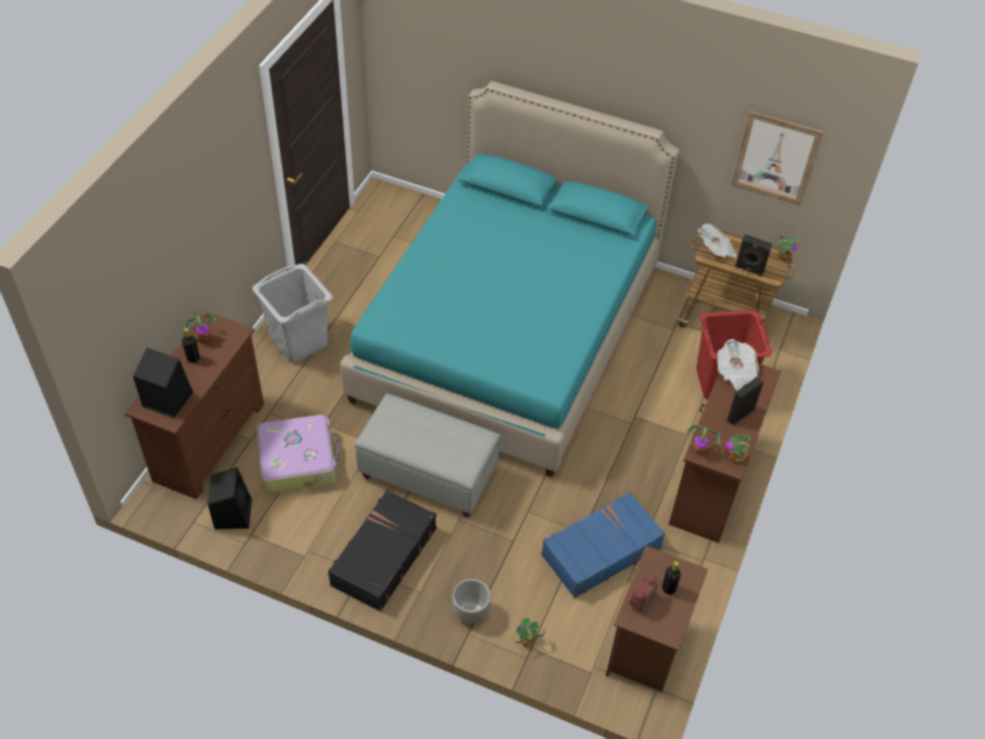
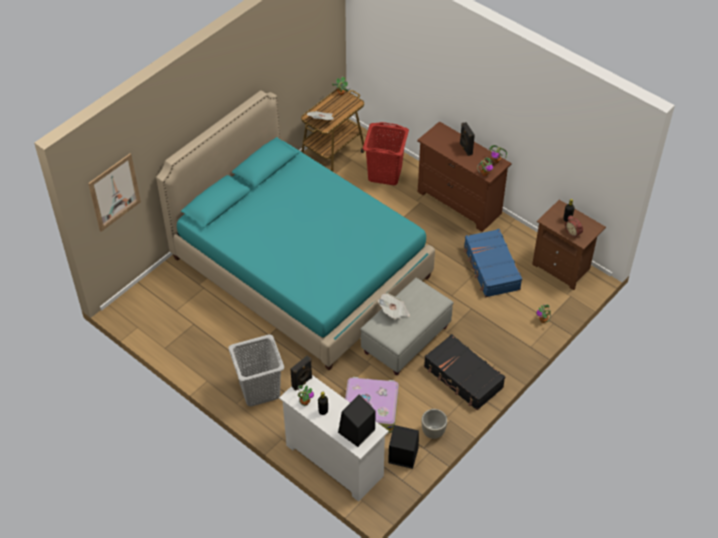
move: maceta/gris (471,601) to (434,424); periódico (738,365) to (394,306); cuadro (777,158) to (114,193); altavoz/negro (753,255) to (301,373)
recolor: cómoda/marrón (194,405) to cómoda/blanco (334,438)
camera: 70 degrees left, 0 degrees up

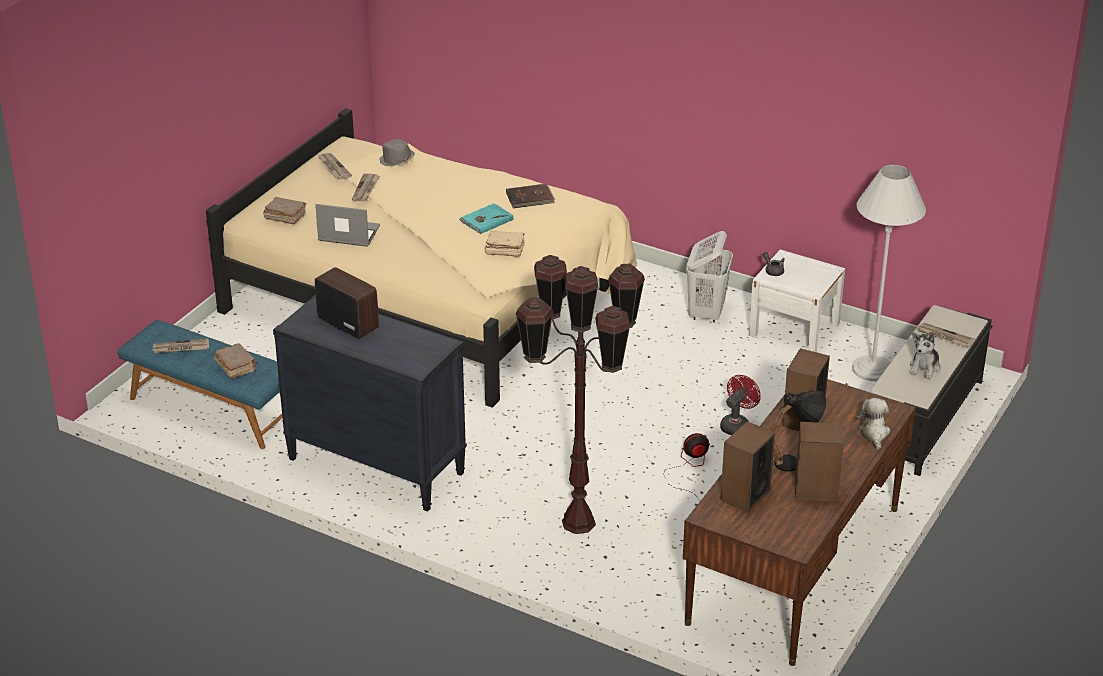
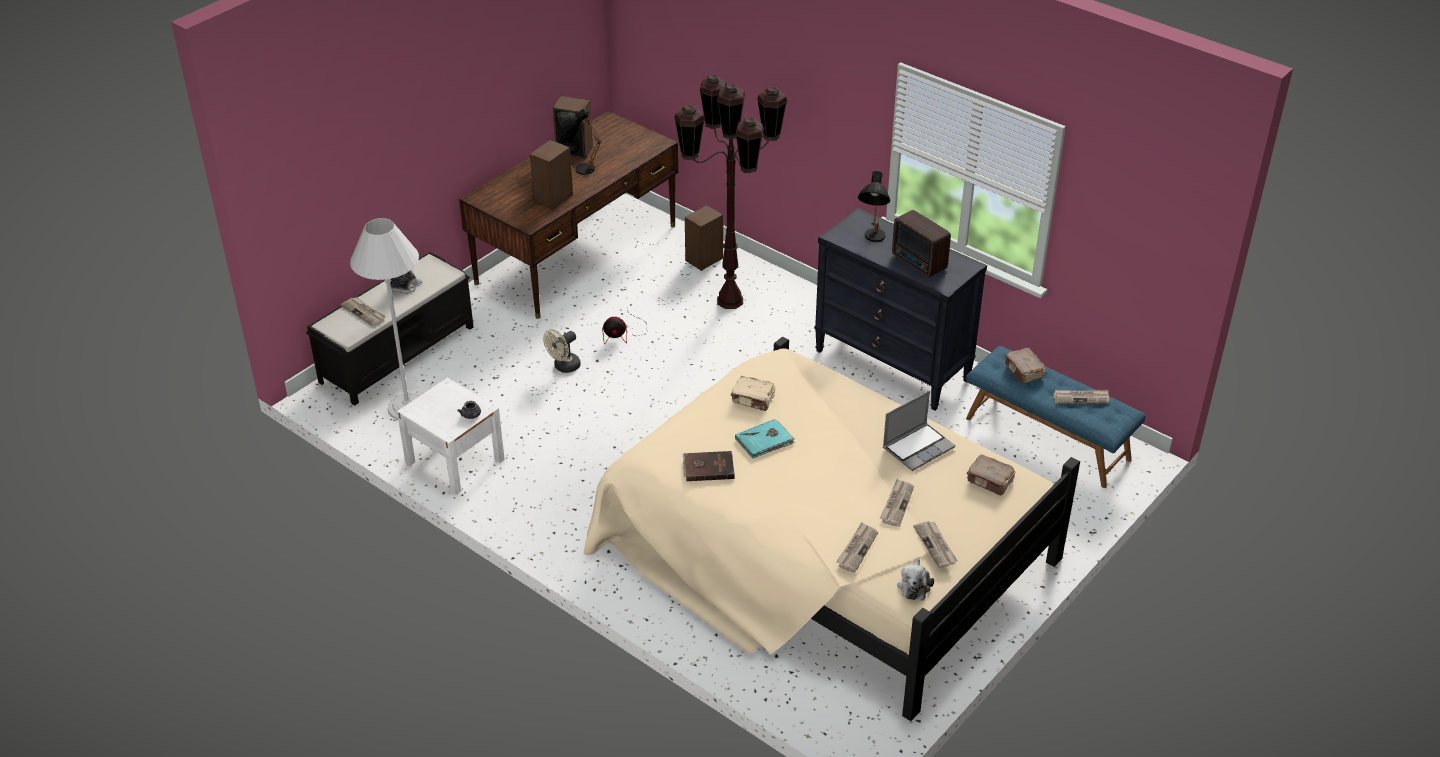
delete: cesto de la ropa/blanco (709,276)
insert: lámpara de mesa/negro (874,206)
move: altavoz (748,466) to (704,238); peluche (873,424) to (915,579)
replace: sombrero/gris (397,152) to periódico (857,547)
recolor: ventilador/rojo (740,405) to ventilador/beis (562,351)
rotate: portátil (347,225) = (919,431) 60 degrees counterclockwise
camera: 170 degrees left, 5 degrees up

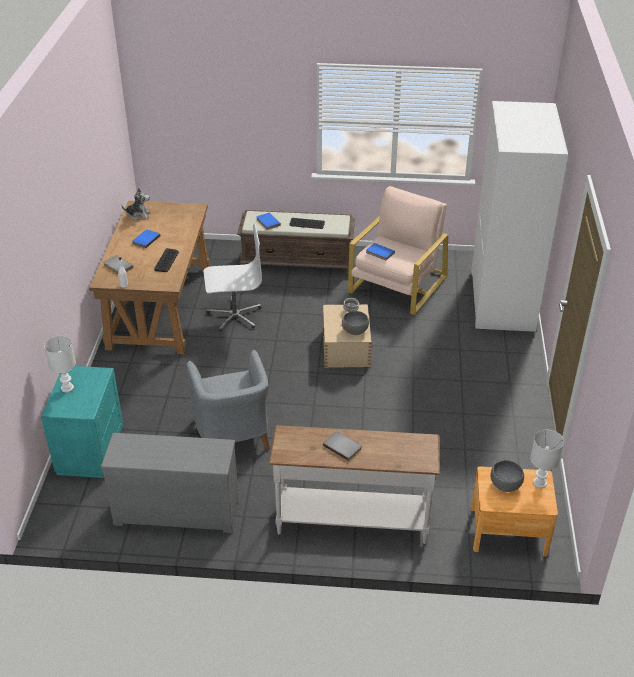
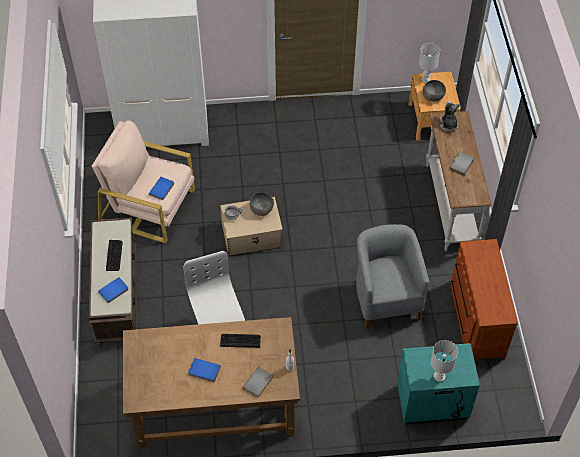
move: peluche (135,204) to (450,116)
recolor: cómoda/gris (170,483) to cómoda/marrón (484,299)
rotate: sillón/gris (228,400) = (391,276) 75 degrees counterclockwise
camera: 100 degrees left, 15 degrees up

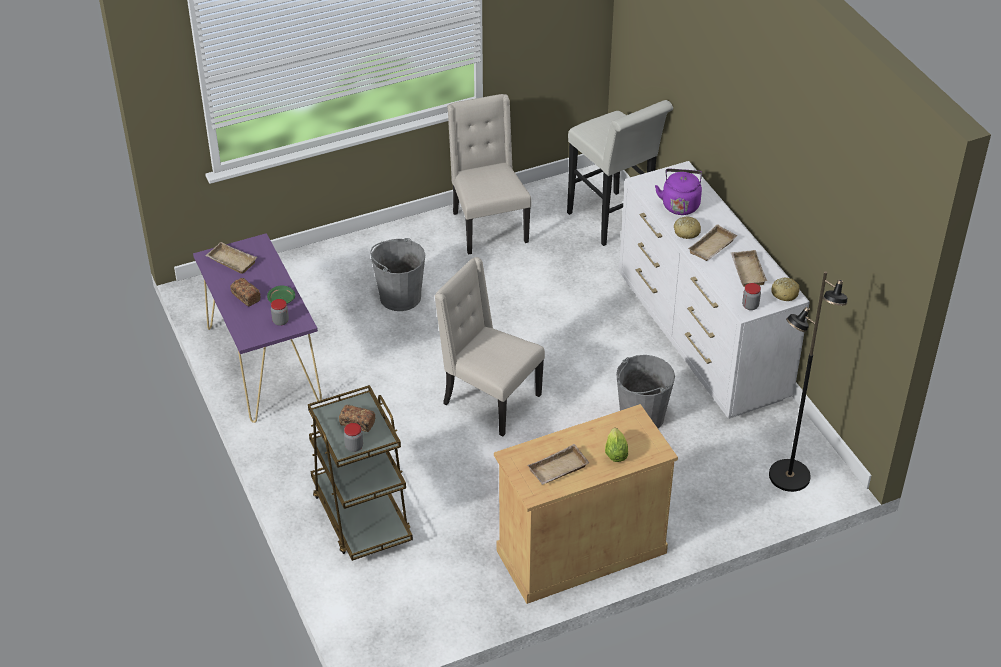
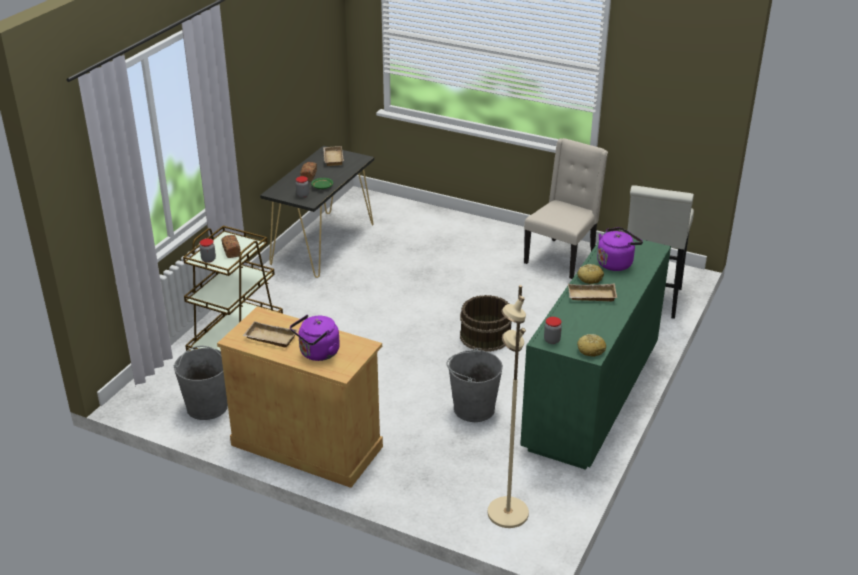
delete: silla/beis (490,347); bandeja/beis (749,268)
insert: cubo/marrón (486,323)
move: cubo/gris (397,274) to (201,383)
replace: lechuga (616,445) to hervidor/morado (315,338)
recolor: mesa consola/morado (257,328) to mesa consola/negro (317,212); cómoda/blanco (714,290) to cómoda/verde (595,350); lámpara de pie/negro (808,381) to lámpara de pie/beis (508,406)
camera: 50 degrees right, 10 degrees down

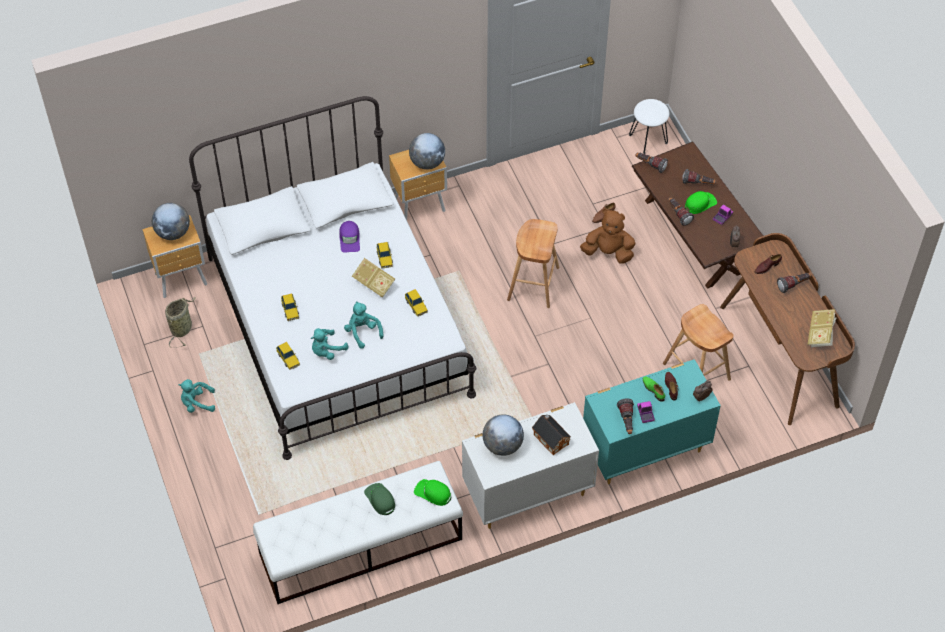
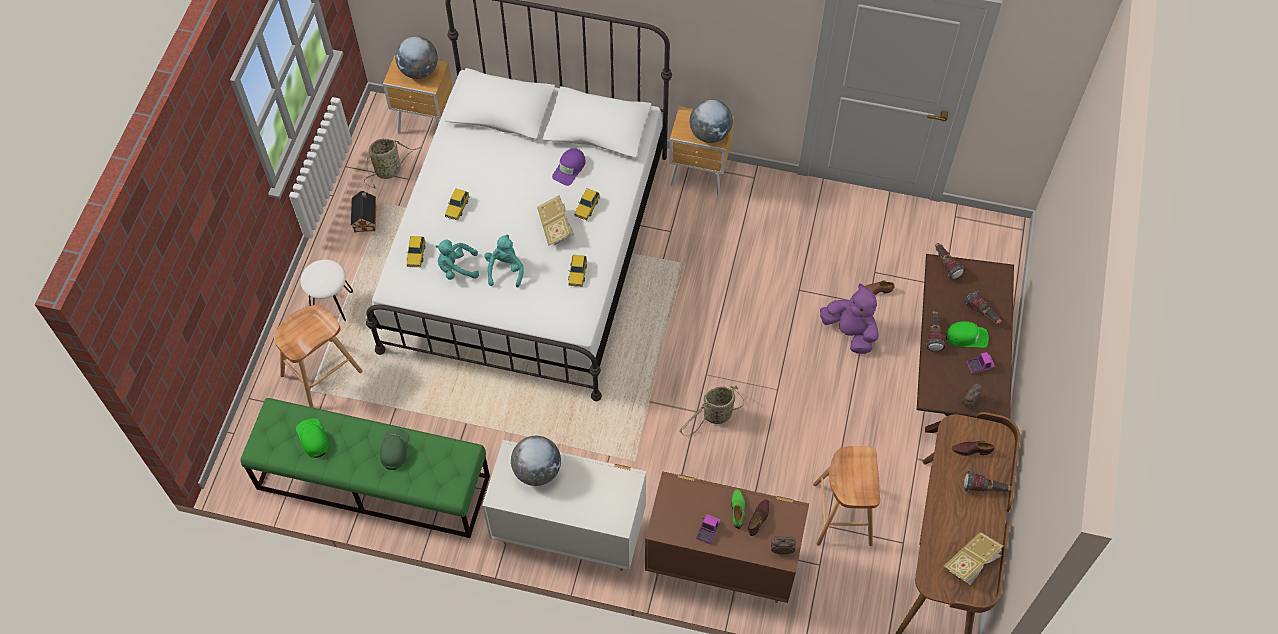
delete: peluche/turquesa (197,396); linterna (625,416)
insert: cesta (712,411)
move: gorra/verde (432,492) to (312,438); taburete/marrón (533,263) to (318,356); casita (551,435) to (363,211); taburete/blanco (649,126) to (326,290)
recolor: banco/blanco (358,532) to banco/verde (365,468); peluche/marrón (608,236) to peluche/morado (849,318); cómoda/turquesa (652,421) to cómoda/marrón (727,537)
camera: 35 degrees right, 5 degrees up

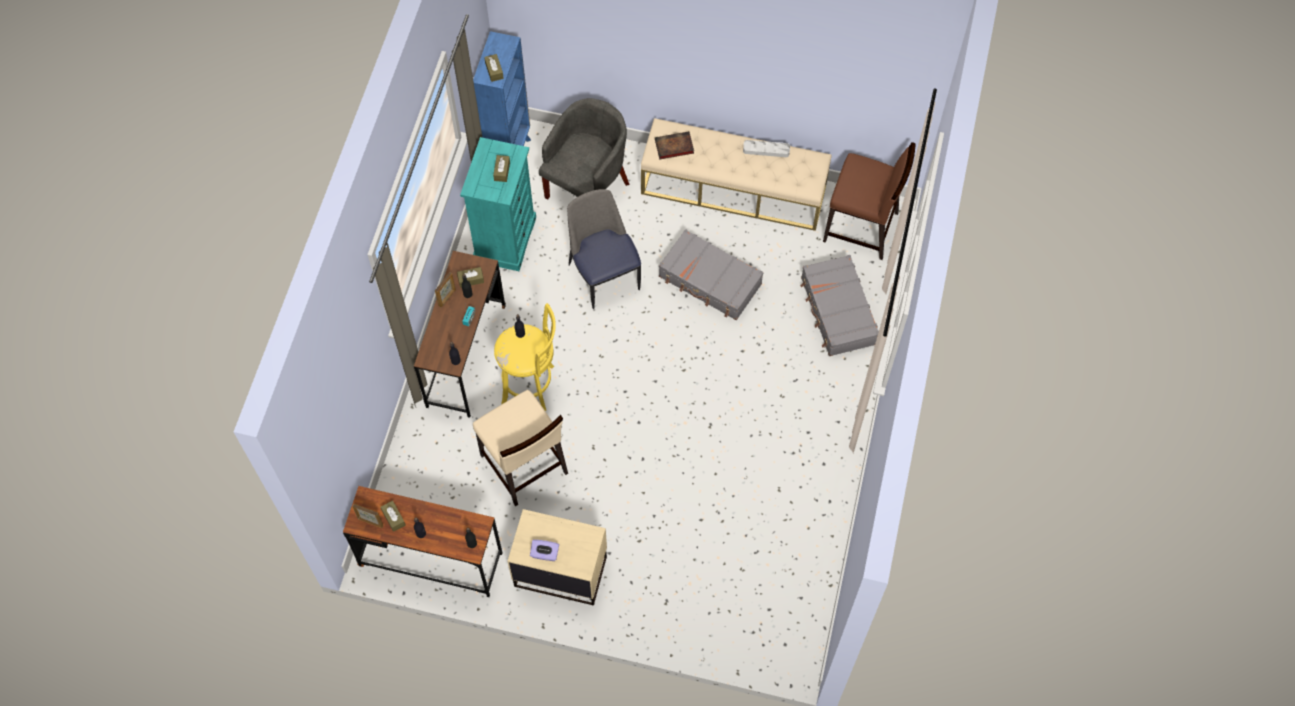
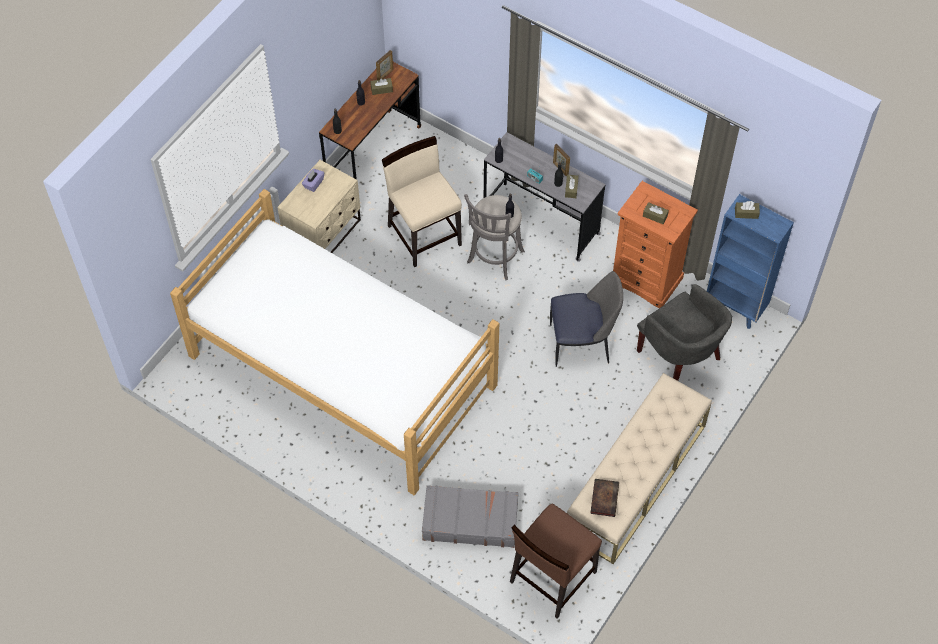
delete: maleta/gris (711,274); bandeja/gris (766,148)
insert: cama (334,342)
move: libro (674,145) to (604,498)
recolor: escritorio/marrón (460,334) to escritorio/gris (544,197); cómoda/turquesa (498,204) to cómoda/naranja (655,244); taburete/amarillo (525,357) to taburete/gris (494,237)
rotate: silla/beis (520,448) = (422,201) 75 degrees clockwise
camera: 110 degrees right, 5 degrees down

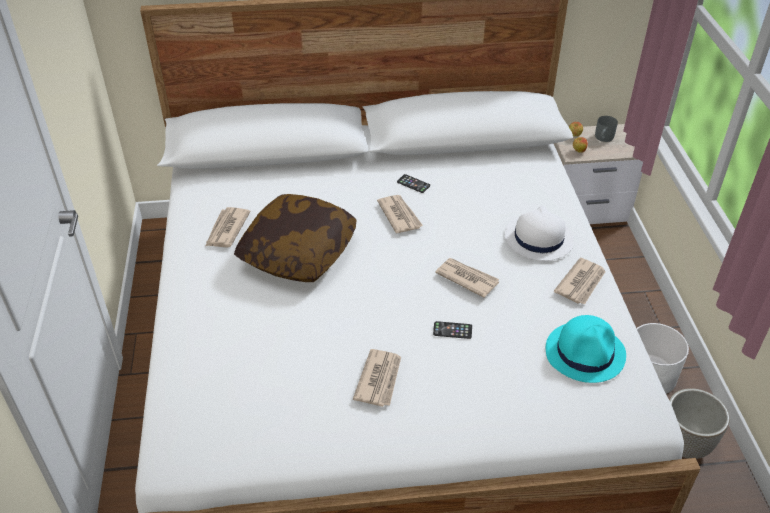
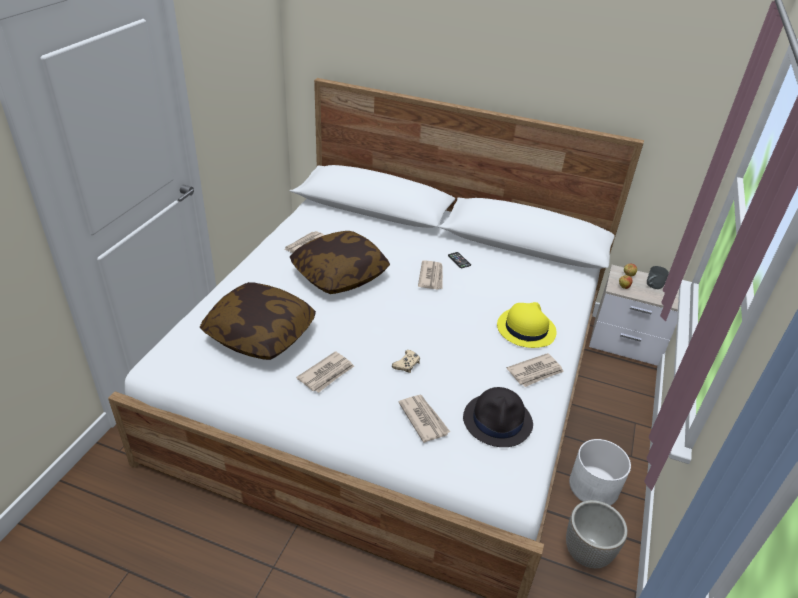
insert: cojín (258,321)
move: periódico (467,278) to (424,419)
replace: móvil (452,330) to mando de consola/beis (406,361)
recolor: sombrero/blanco (539,233) to sombrero/amarillo (527,325); sombrero/turquesa (586,349) to sombrero/negro (498,417)
camera: 25 degrees right, 5 degrees down

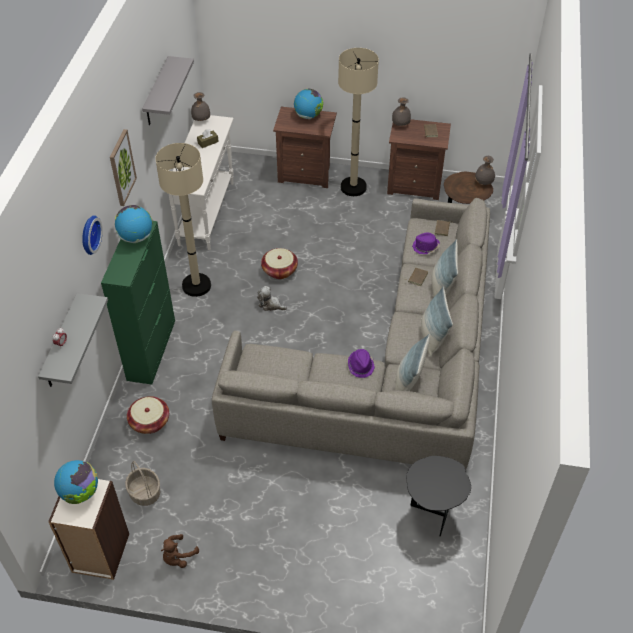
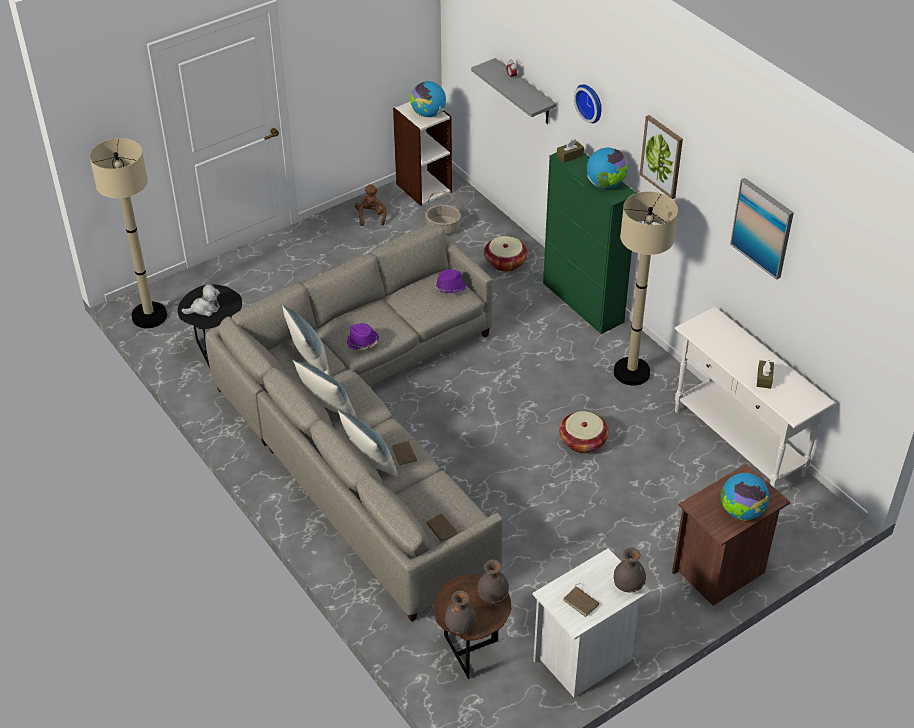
insert: caja de pañuelos/marrón (570,151)
move: florero/gris (200,106) to (493,581); peluche (272,298) to (200,300); lámpara de pie/beis (358,122) to (128,233); sombrero/morado (426,243) to (450,281)
replace: estante/gris (168,90) to cuadro (762,229)
recolor: mesita de noche/marrón (419,159) to mesita de noche/blanco (592,622)
camera: 135 degrees right, 5 degrees down

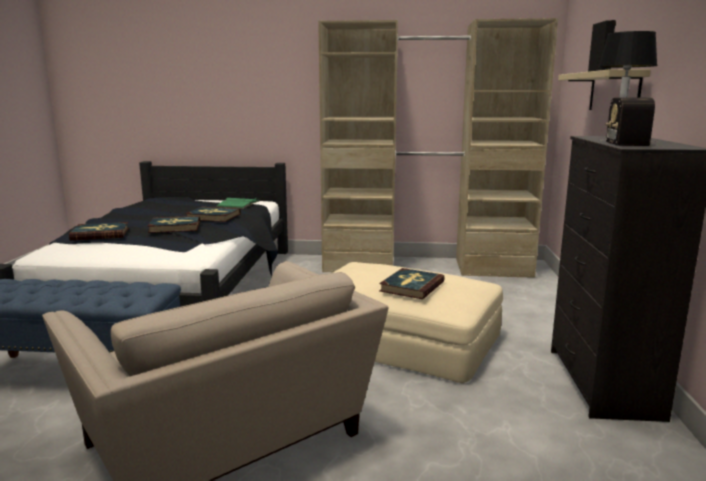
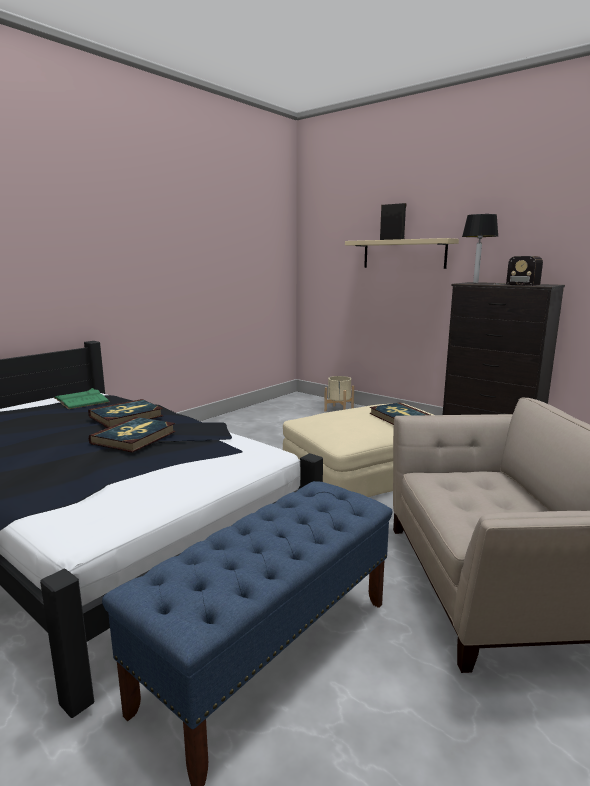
delete: libro (99,231); armario ropero/beis (438,148)
insert: maceta/beis (339,394)
camera: 55 degrees left, 0 degrees up

